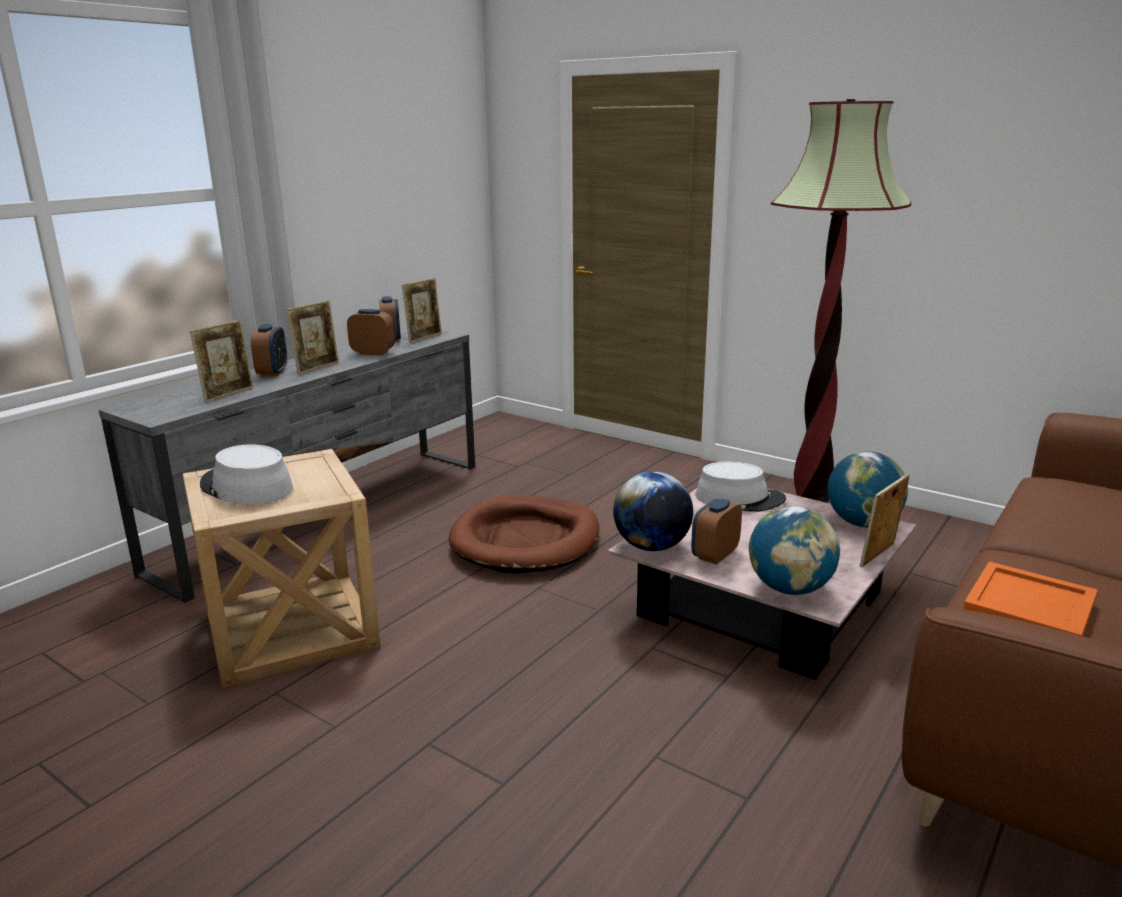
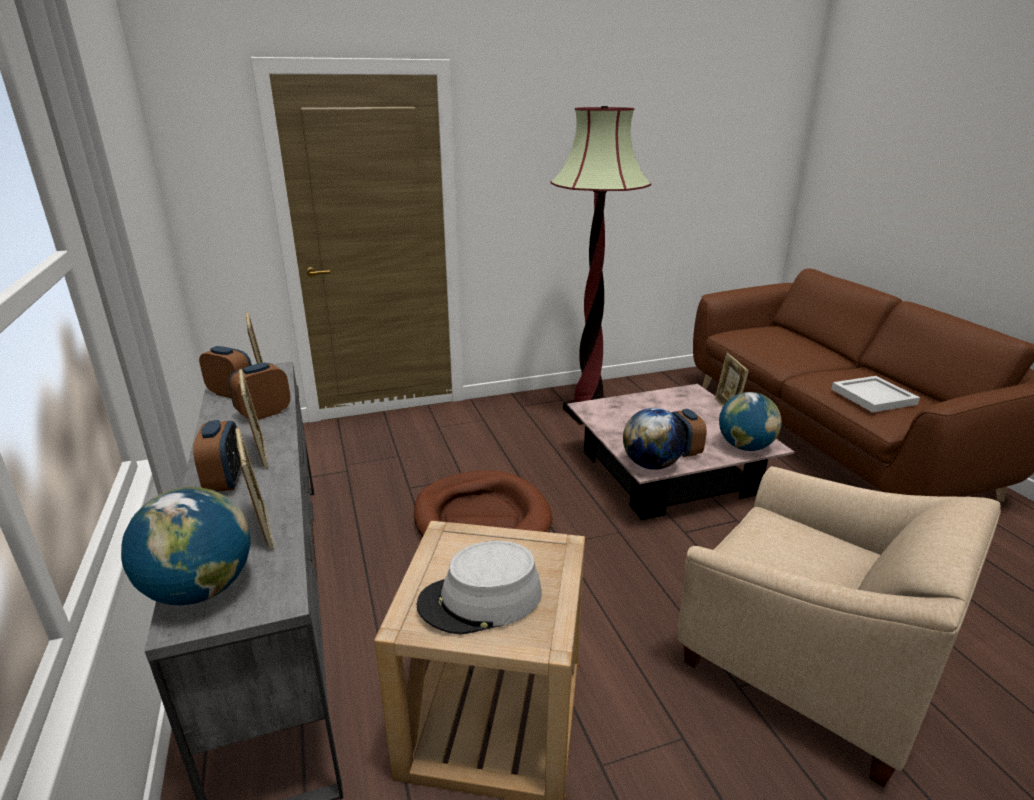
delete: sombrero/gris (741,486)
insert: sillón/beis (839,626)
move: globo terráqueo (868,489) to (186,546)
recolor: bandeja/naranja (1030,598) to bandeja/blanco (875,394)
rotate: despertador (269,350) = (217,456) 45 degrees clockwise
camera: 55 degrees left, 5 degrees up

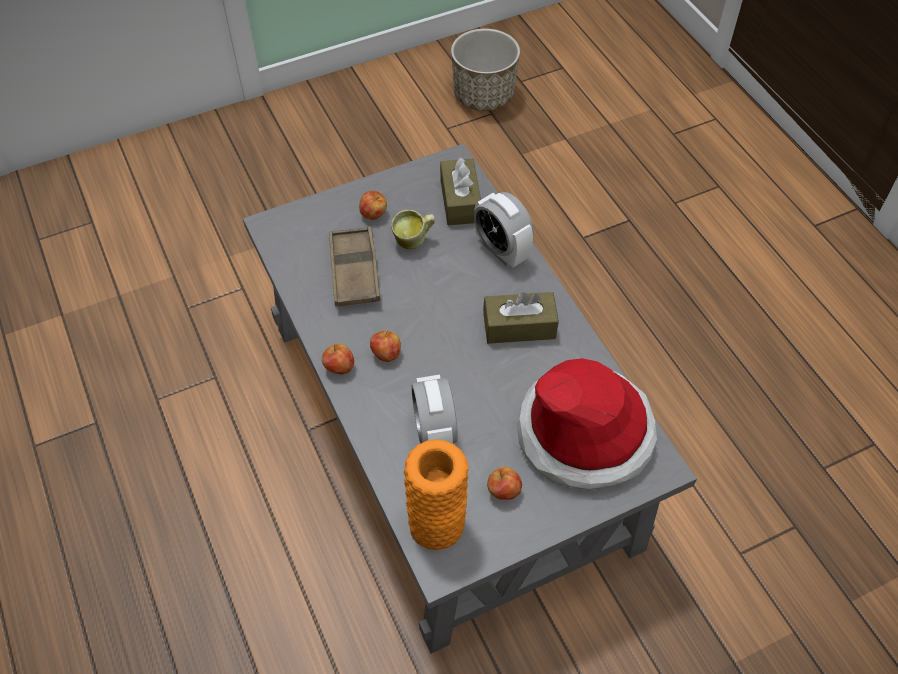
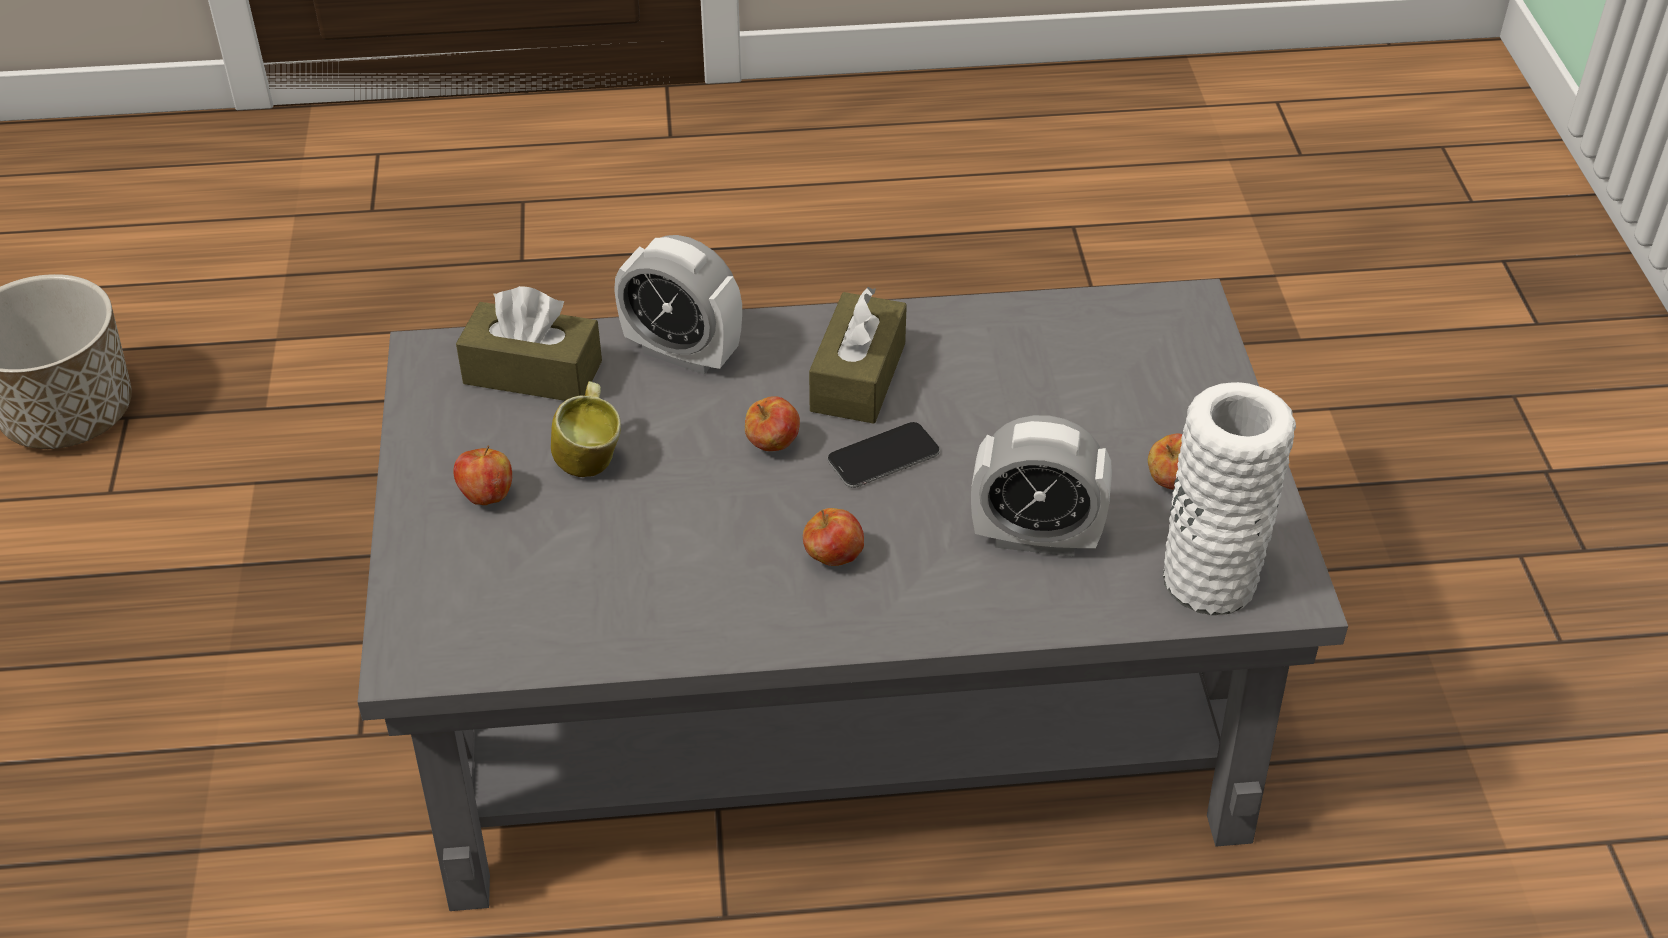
delete: bandeja/marrón (354,266); sombrero (587,424)
insert: móvil (884,455)
move: manzana (338,359) to (772,423)
recolor: florero/naranja (436,494) to florero/blanco (1229,498)
rotate: despertador (503,230) = (678,305) 45 degrees clockwise
camera: 70 degrees left, 10 degrees down

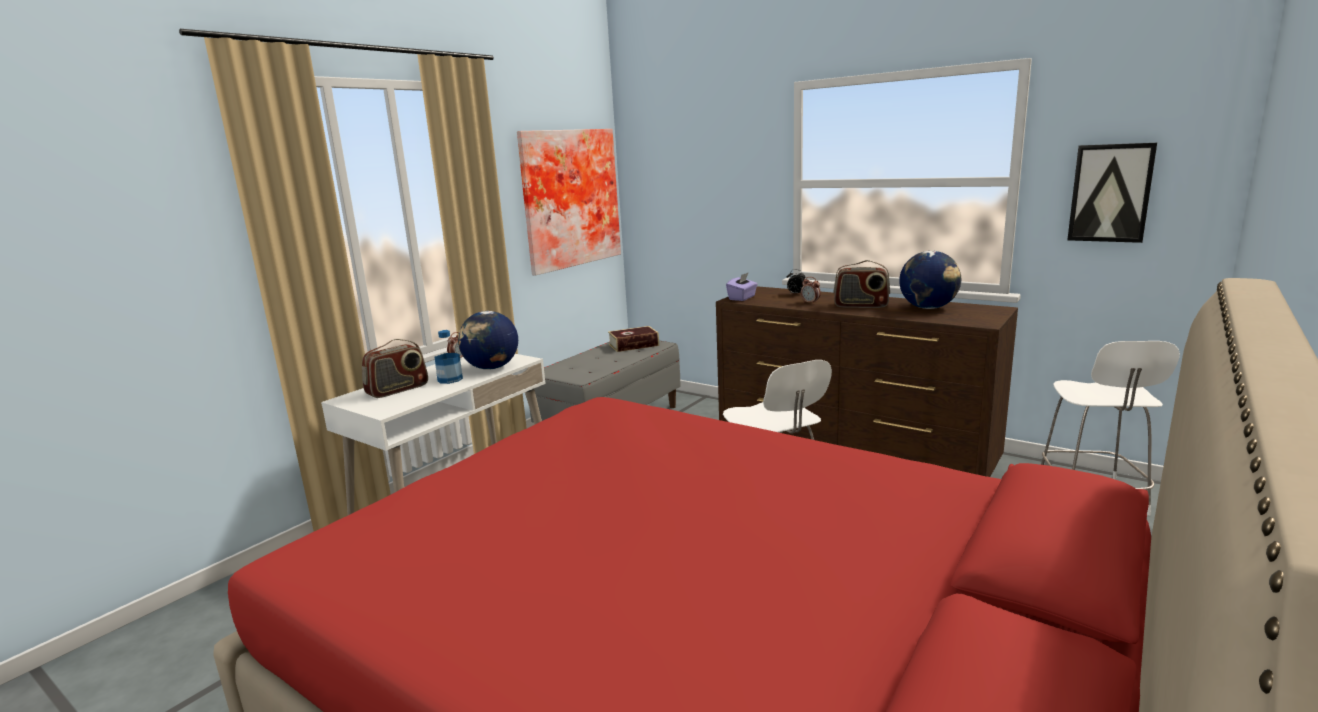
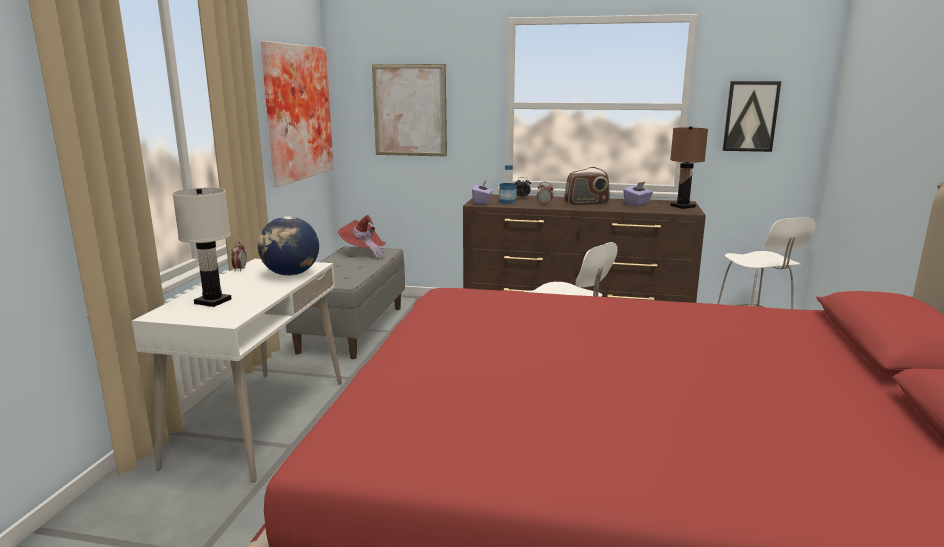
insert: cuadro (409,110); lámpara de mesa/marrón (689,168)
move: botella (449,357) to (508,184)
replace: radio (395,368) to lámpara de mesa/blanco (202,247); libro (633,339) to sombrero/rojo (362,237); globo terráqueo (930,280) to caja de pañuelos/morado (638,193)
camera: 25 degrees left, 0 degrees up

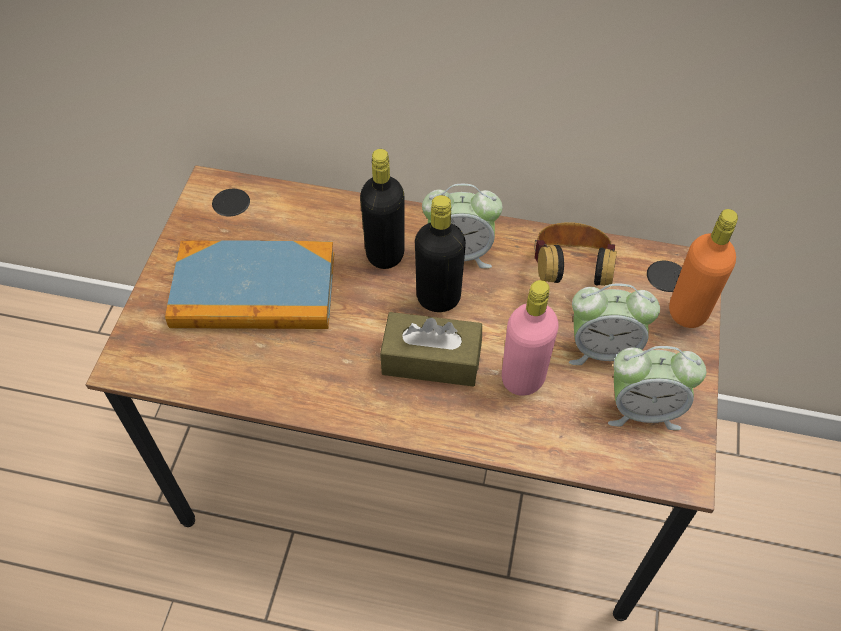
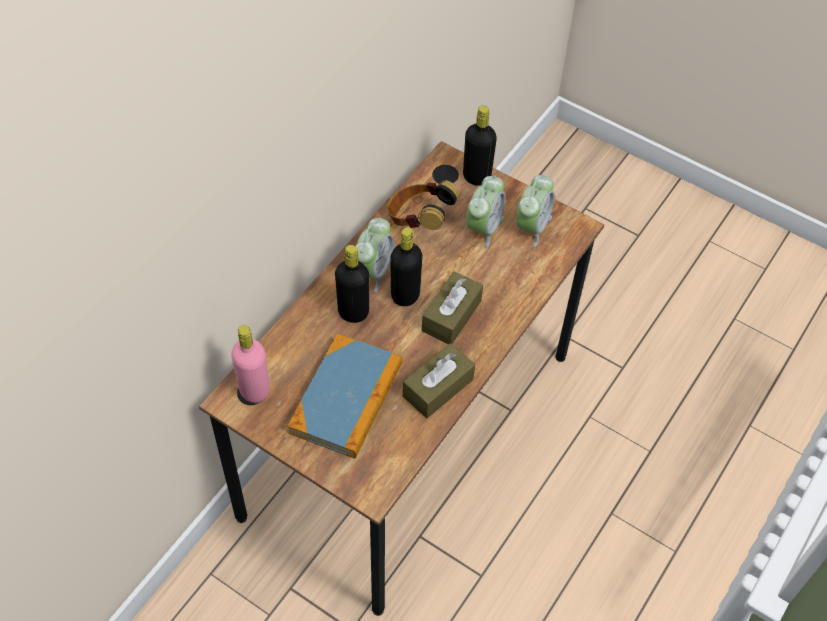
insert: caja de pañuelos/marrón (439,380)
move: botella/rosa (530,338) to (250,364)
recolor: botella/naranja (703,268) to botella/negro (480,146)
camera: 70 degrees left, 0 degrees up

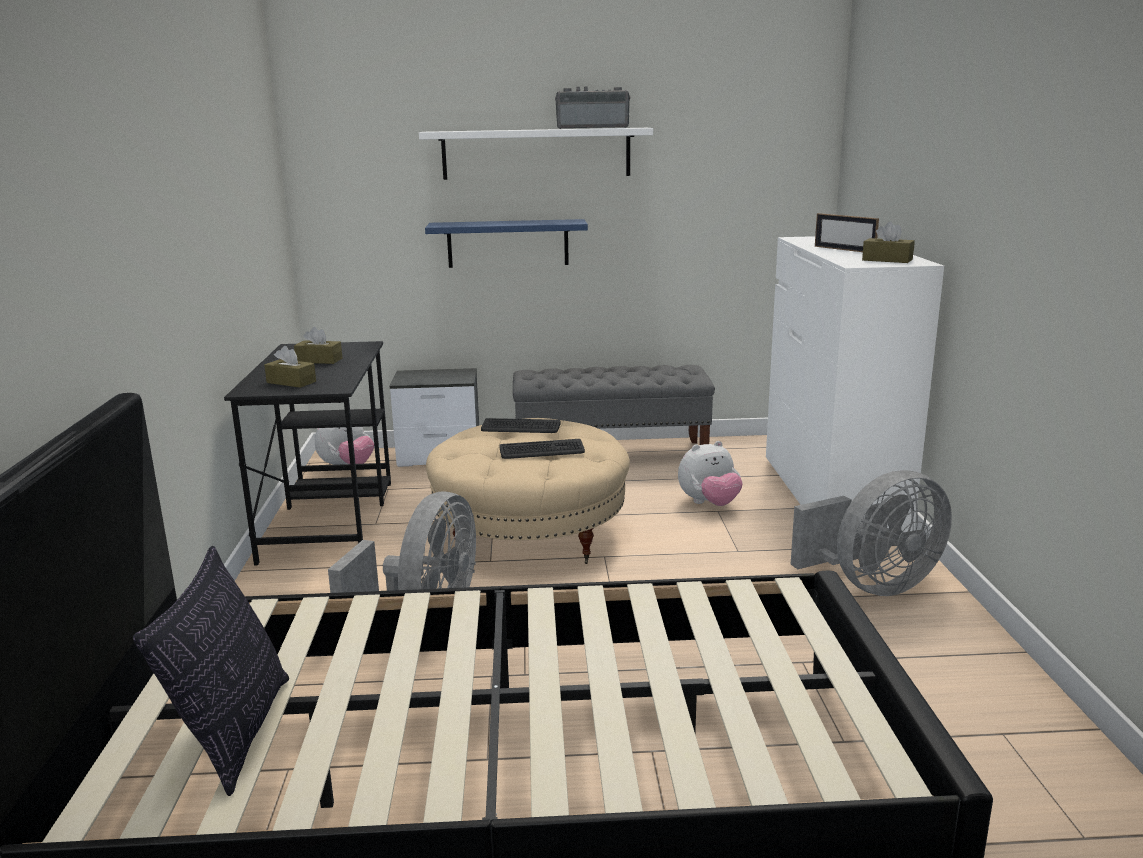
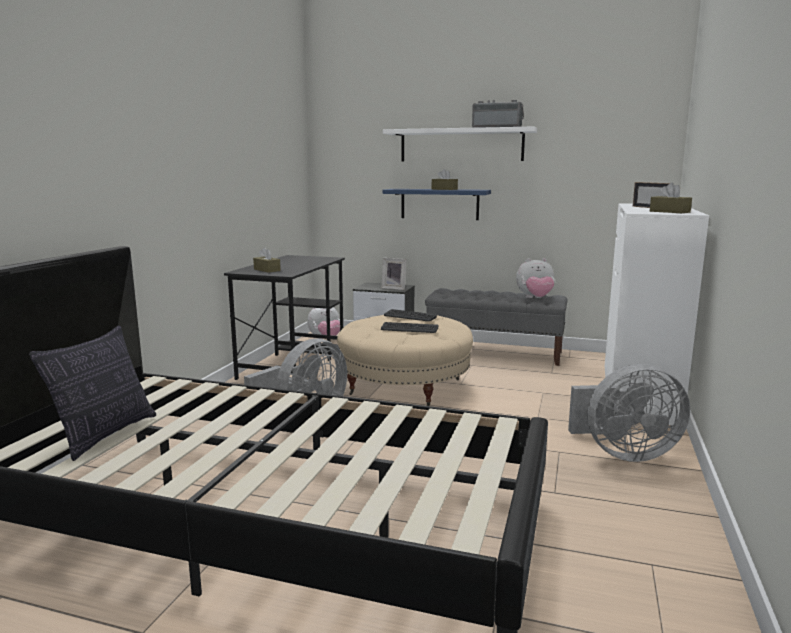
insert: portarretratos (394,274)
move: caja de pañuelos/marrón (318,345) to (445,179); peluche (710,473) to (535,278)
camera: 20 degrees right, 5 degrees down

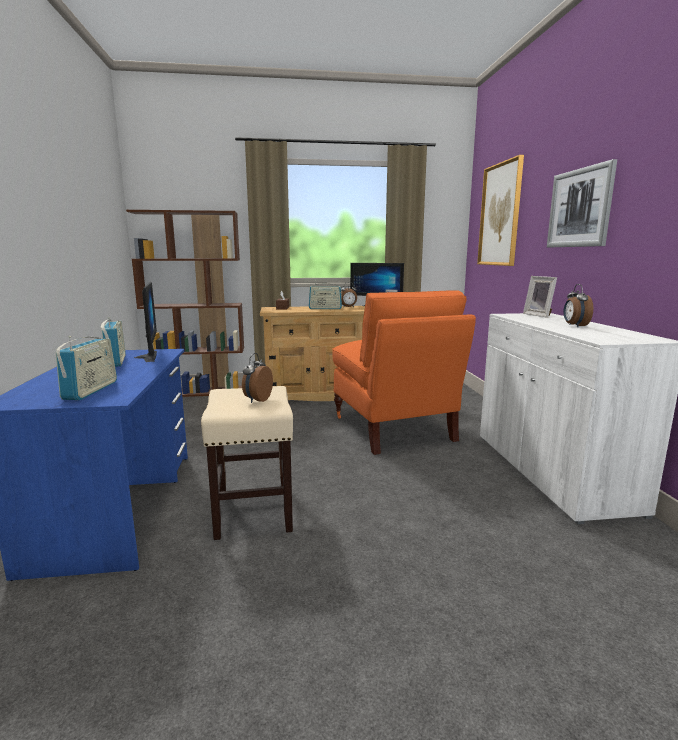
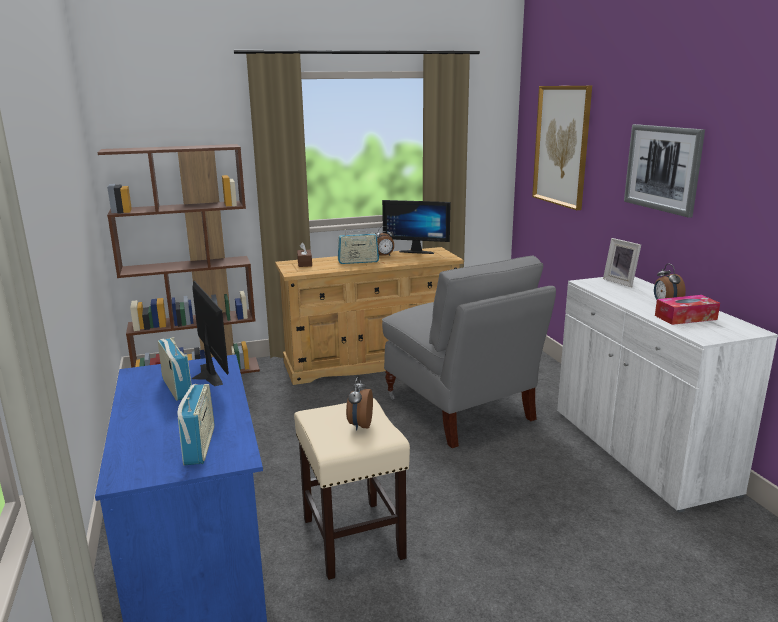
insert: caja de pañuelos (687,310)
recolor: silla/naranja (404,372) to silla/gris (469,352)
camera: 10 degrees left, 5 degrees up

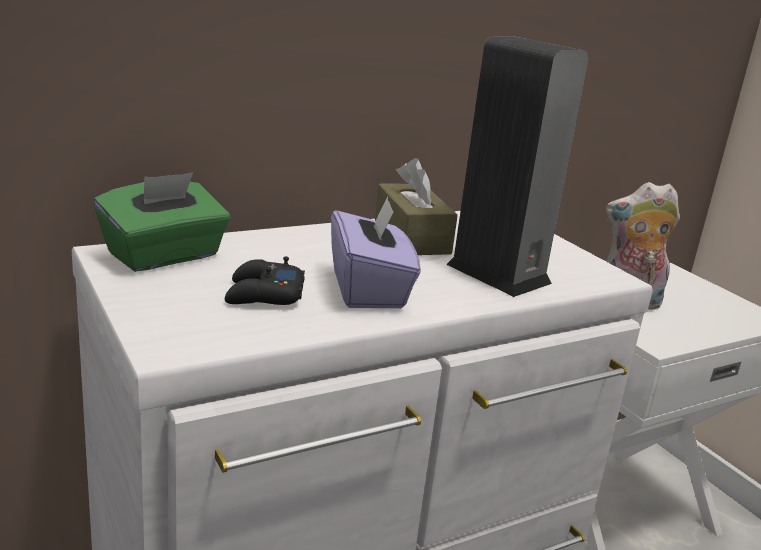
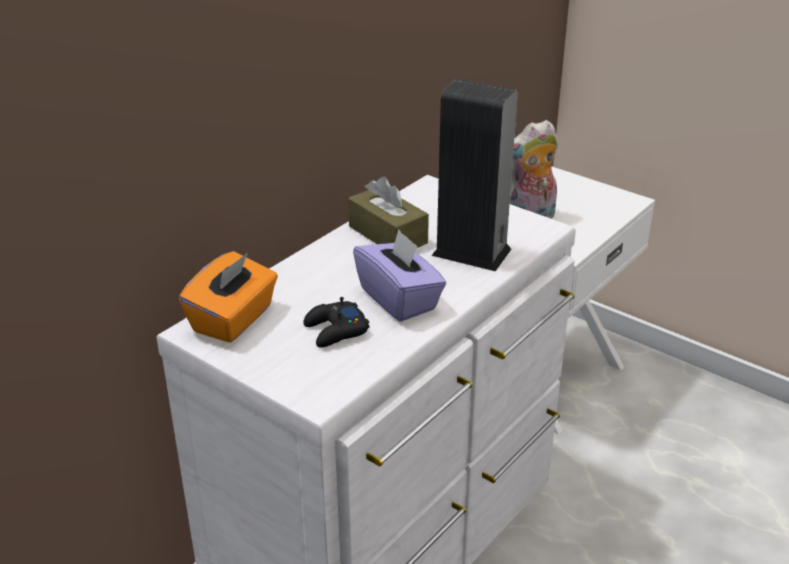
recolor: caja de pañuelos/verde (162,222) to caja de pañuelos/naranja (228,297)
camera: 20 degrees left, 10 degrees up

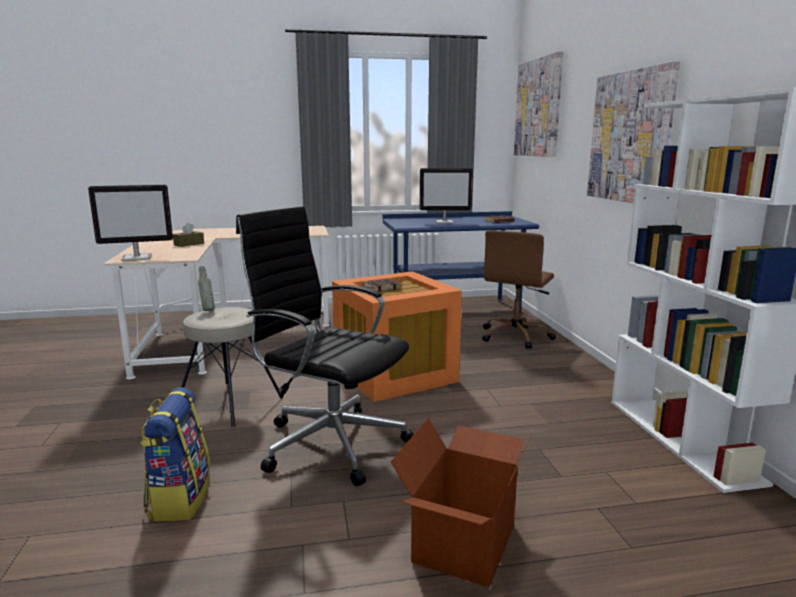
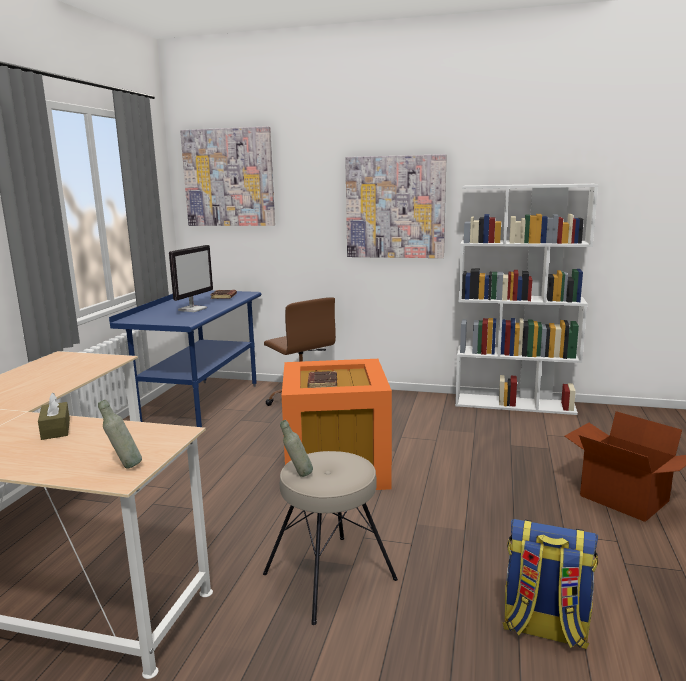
delete: silla de oficina/negro (325,346)
replace: monitor (130,223) to botella/gris (120,434)
camera: 65 degrees left, 0 degrees up

